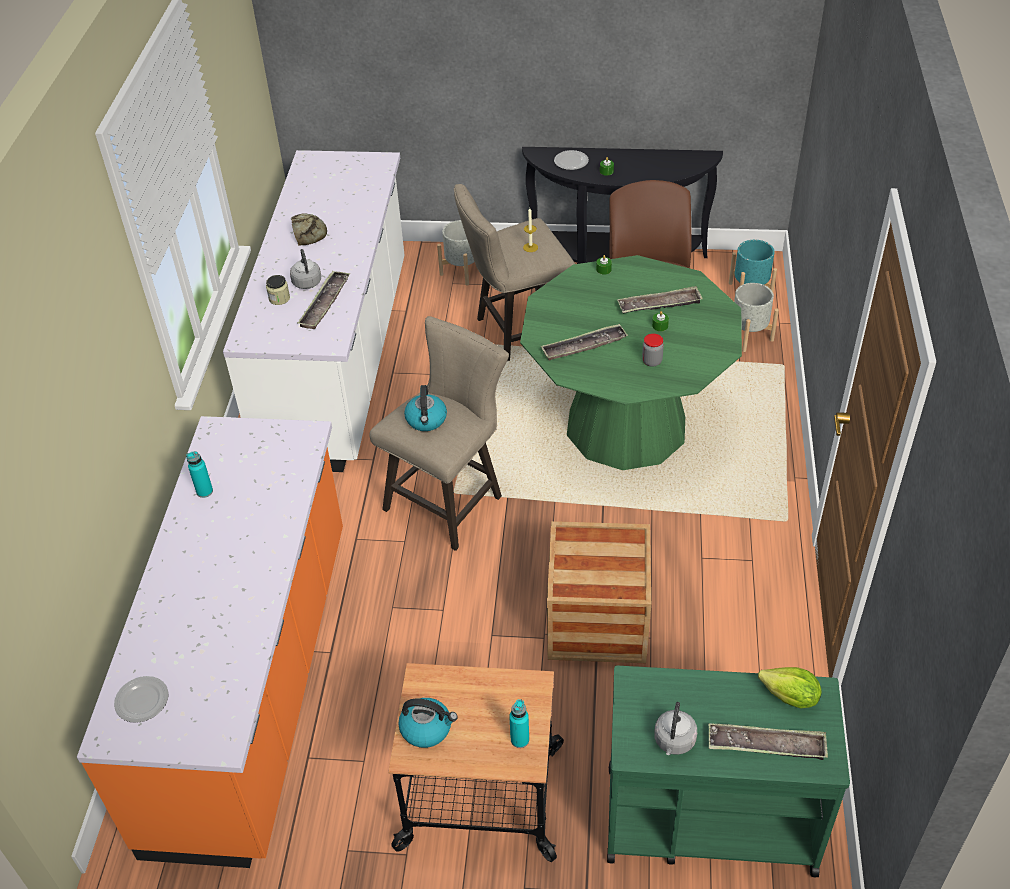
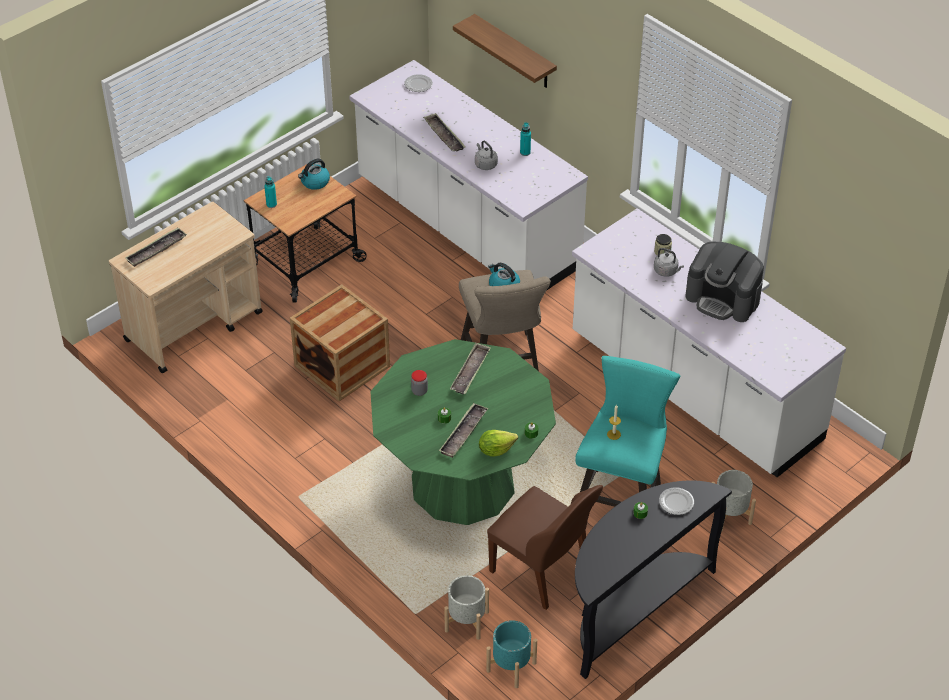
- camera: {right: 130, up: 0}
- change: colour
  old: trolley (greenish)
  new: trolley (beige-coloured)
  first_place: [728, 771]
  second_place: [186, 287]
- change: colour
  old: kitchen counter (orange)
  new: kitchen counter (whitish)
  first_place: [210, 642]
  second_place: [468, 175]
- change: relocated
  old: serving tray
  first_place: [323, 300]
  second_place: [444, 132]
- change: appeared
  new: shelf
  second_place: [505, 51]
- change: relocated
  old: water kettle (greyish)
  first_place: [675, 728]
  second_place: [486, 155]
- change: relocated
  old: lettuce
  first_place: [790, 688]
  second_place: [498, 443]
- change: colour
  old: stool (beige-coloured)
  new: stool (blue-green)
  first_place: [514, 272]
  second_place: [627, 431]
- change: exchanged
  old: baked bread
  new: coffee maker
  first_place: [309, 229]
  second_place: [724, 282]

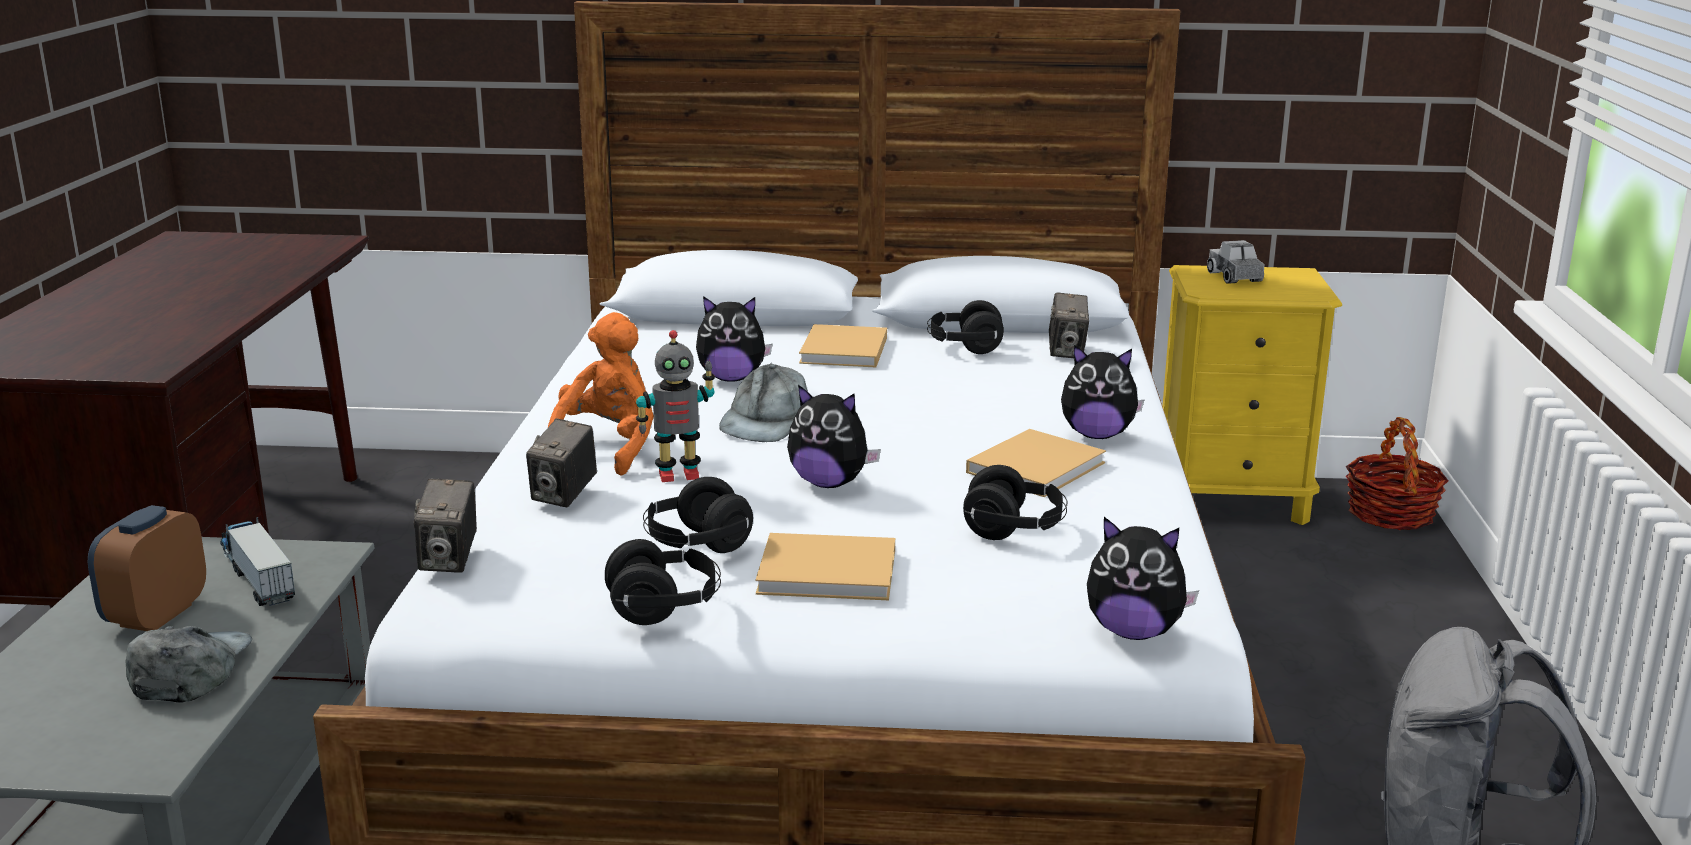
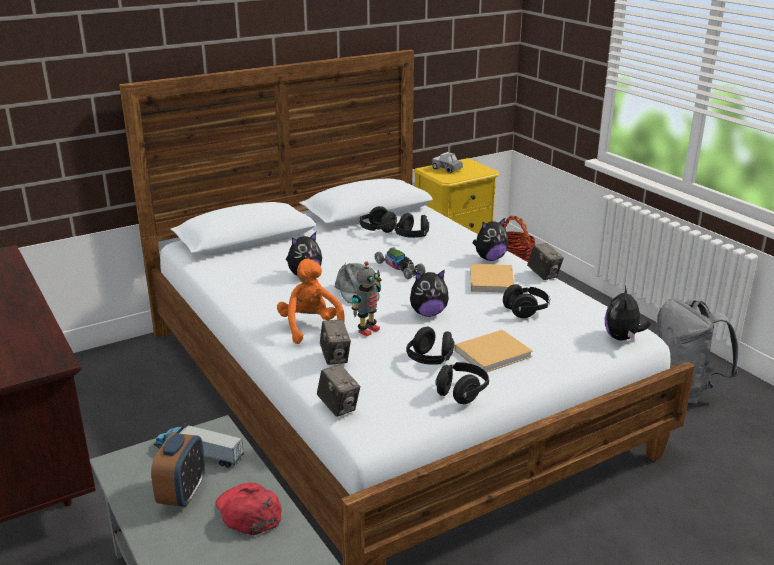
- camera: {right: -35, up: 5}
- change: spun
  old: alarm clock
  first_place: [147, 568]
  second_place: [178, 470]
  degrees: -150
- change: colour
  old: baseball cap (greyish)
  new: baseball cap (red-coloured)
  first_place: [188, 664]
  second_place: [248, 509]
- change: appeared
  new: model car
  second_place: [400, 263]
- change: appeared
  new: pair of headphones (black-coloured)
  second_place: [411, 225]
- change: relocated
  old: still camera
  first_place: [1069, 325]
  second_place: [545, 261]
- change: spun
  old: plush toy
  first_place: [1143, 578]
  second_place: [627, 313]
  degrees: 120
- change: missing
  old: book (beige-coloured)
  first_place: [843, 346]

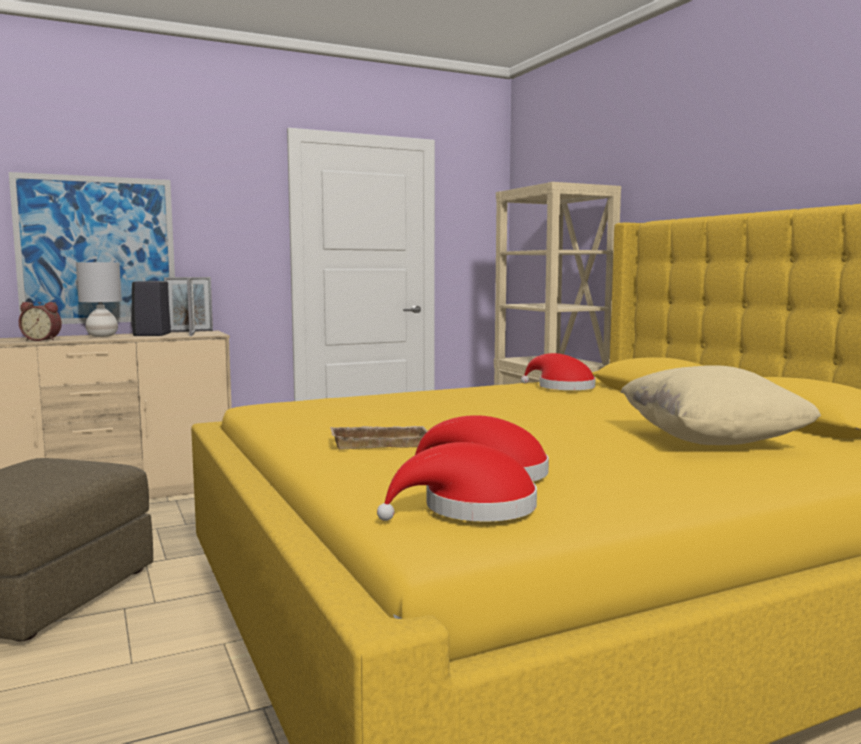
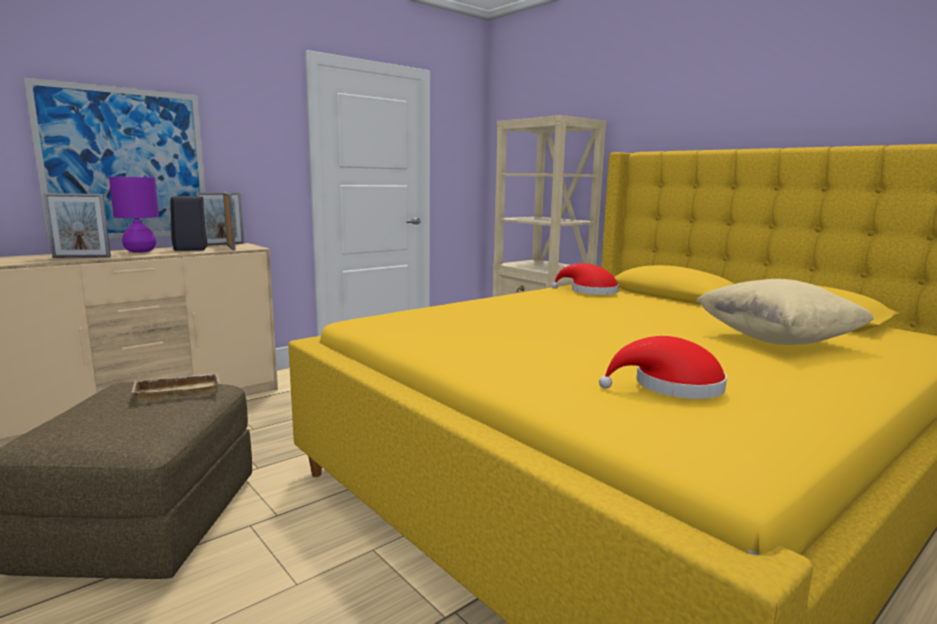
- camera: {right: -15, up: 5}
- change: exchanged
  old: alarm clock
  new: picture frame
  first_place: [40, 321]
  second_place: [77, 225]
- change: colour
  old: lamp for a table (greyish)
  new: lamp for a table (purple-coloured)
  first_place: [99, 299]
  second_place: [134, 215]
- change: relocated
  old: serving tray (beige-coloured)
  first_place: [379, 438]
  second_place: [175, 387]
- change: missing
  old: wearable hat (red-coloured)
  first_place: [457, 482]

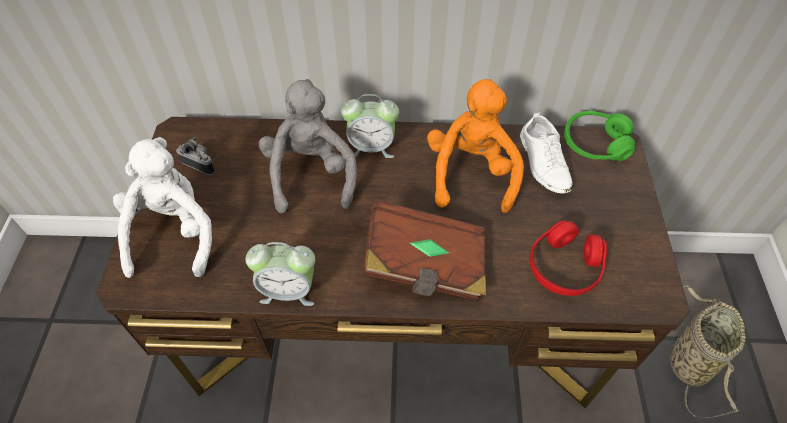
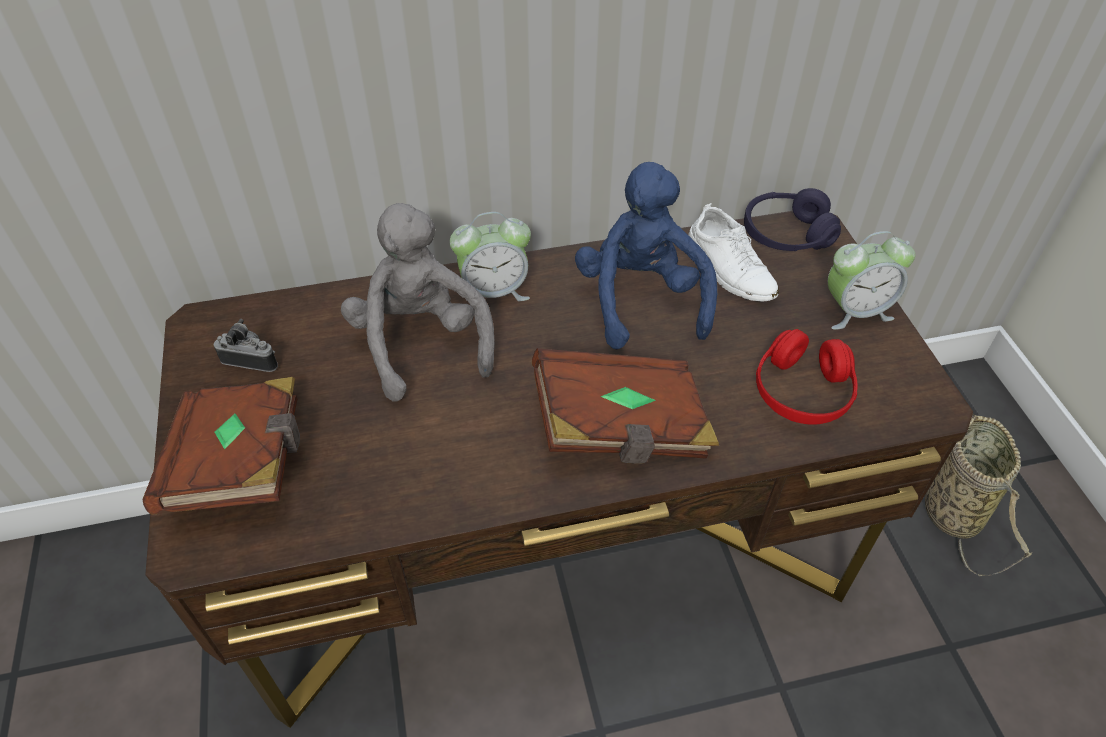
- camera: {right: -15, up: -5}
- change: exchanged
  old: plush toy (whitish)
  new: book (brown-coloured)
  first_place: [162, 207]
  second_place: [221, 446]
- change: colour
  old: plush toy (orange)
  new: plush toy (blue-coloured)
  first_place: [475, 146]
  second_place: [646, 255]
- change: colour
  old: pair of headphones (greenish)
  new: pair of headphones (purple-coloured)
  first_place: [600, 136]
  second_place: [792, 219]
- change: relocated
  old: alarm clock
  first_place: [280, 274]
  second_place: [872, 280]

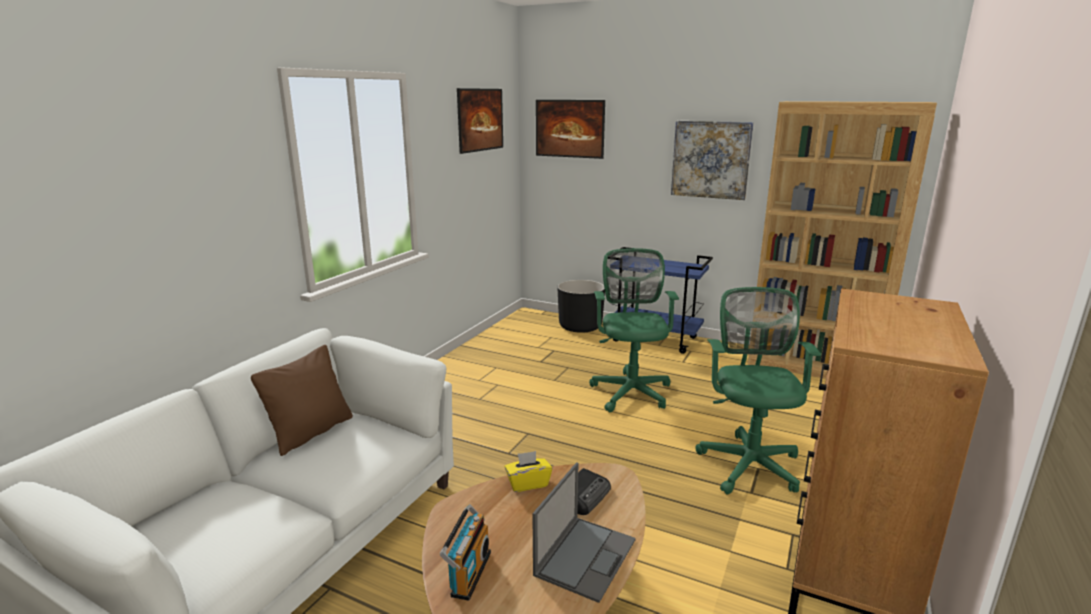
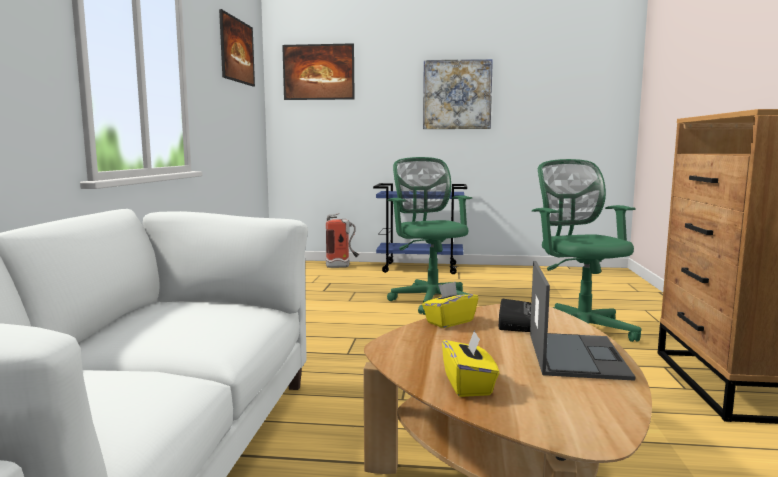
- camera: {right: -20, up: -10}
- change: exchanged
  old: planter (black-coloured)
  new: fire-fighting cylinder
  first_place: [581, 306]
  second_place: [342, 240]
- change: exchanged
  old: radio receiver
  new: box of tissues (yellowish)
  first_place: [465, 553]
  second_place: [470, 363]
- change: missing
  old: throw pillow (brown-coloured)
  first_place: [302, 400]
- change: missing
  old: bookshelf (brown-coloured)
  first_place: [842, 240]

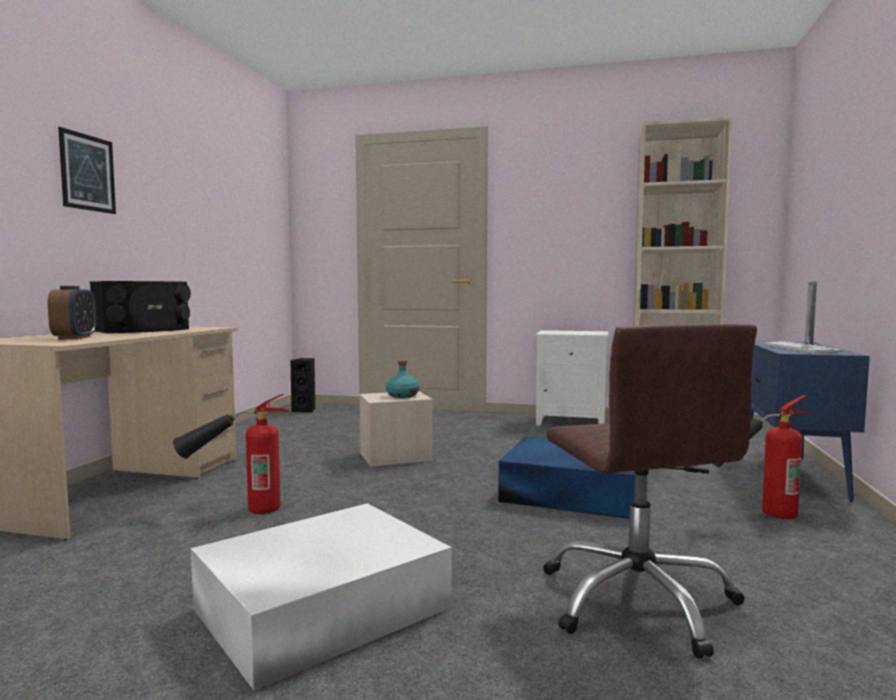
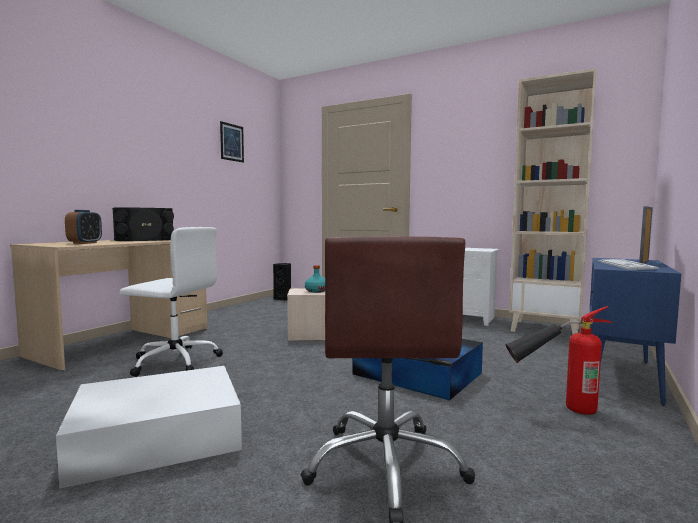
- camera: {right: 15, up: 0}
- change: exchanged
  old: fire-fighting cylinder
  new: desk chair (whitish)
  first_place: [231, 454]
  second_place: [171, 302]
- change: relocated
  old: picture
  first_place: [87, 170]
  second_place: [232, 142]

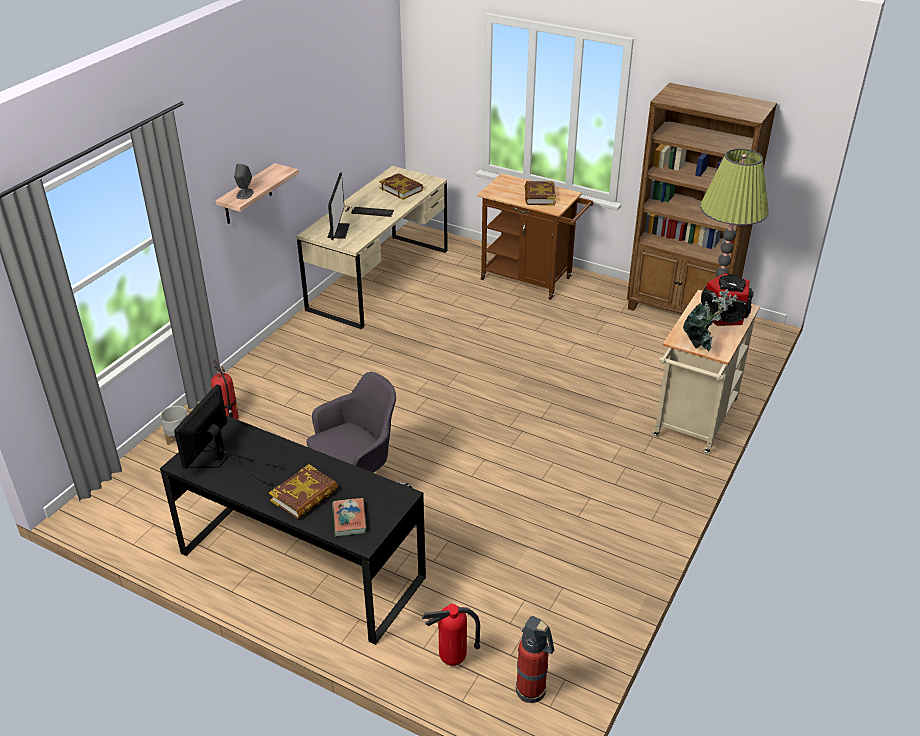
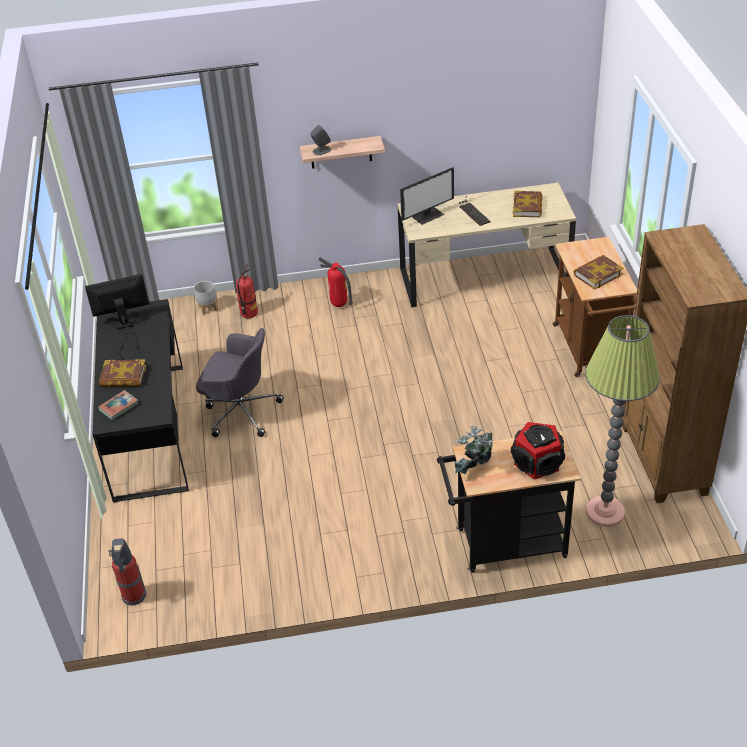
- camera: {right: 55, up: 5}
- change: relocated
  old: fire-fighting cylinder
  first_place: [451, 635]
  second_place: [335, 282]
- change: colour
  old: trolley (beige-coloured)
  new: trolley (black-coloured)
  first_place: [706, 372]
  second_place: [509, 502]

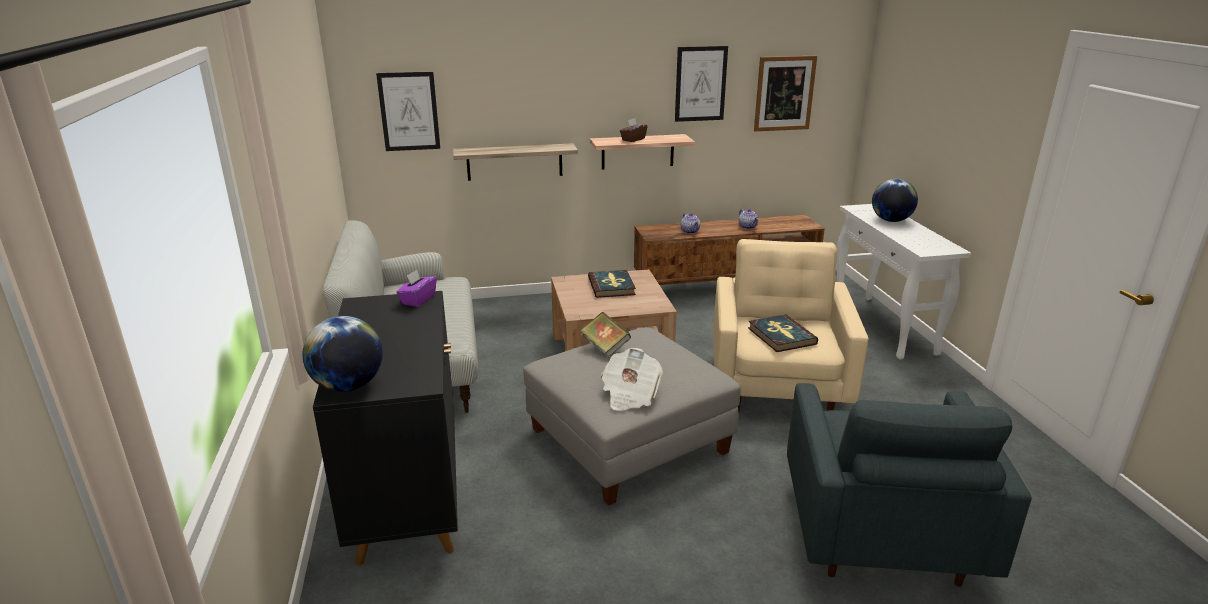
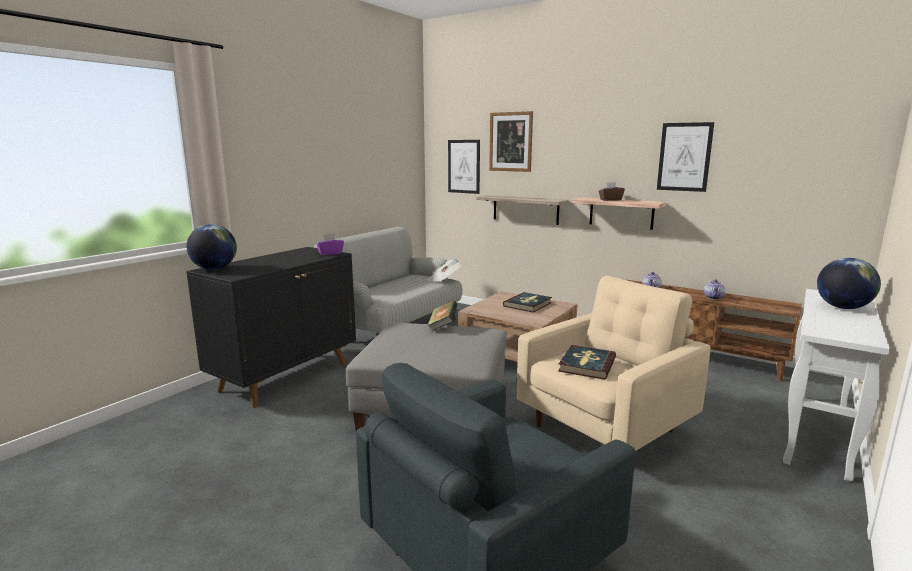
- camera: {right: 45, up: -10}
- change: relocated
  old: newspaper
  first_place: [632, 379]
  second_place: [444, 270]
- change: relocated
  old: picture
  first_place: [785, 93]
  second_place: [511, 141]

